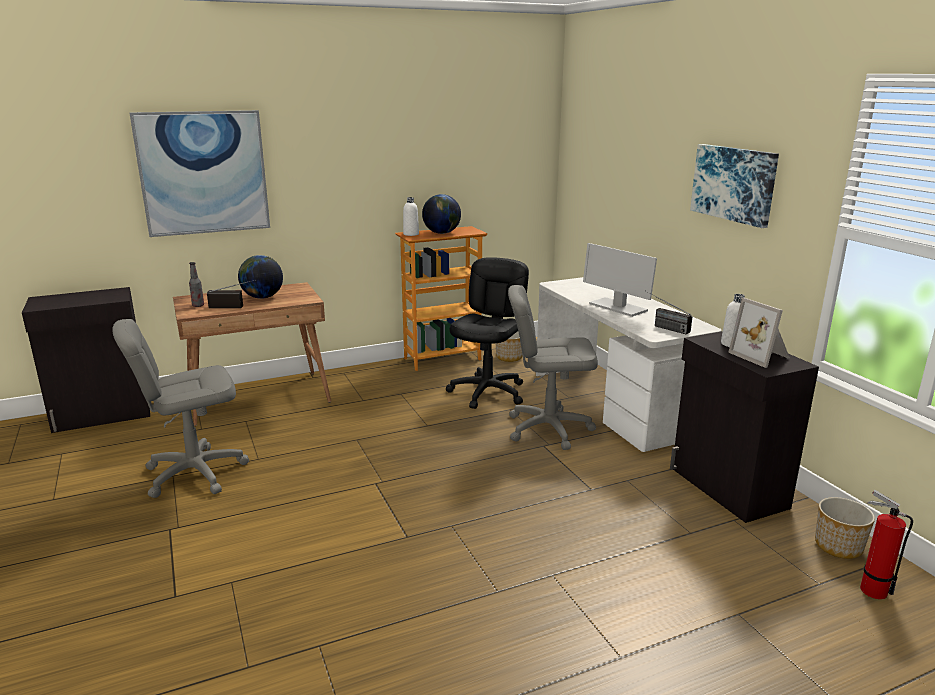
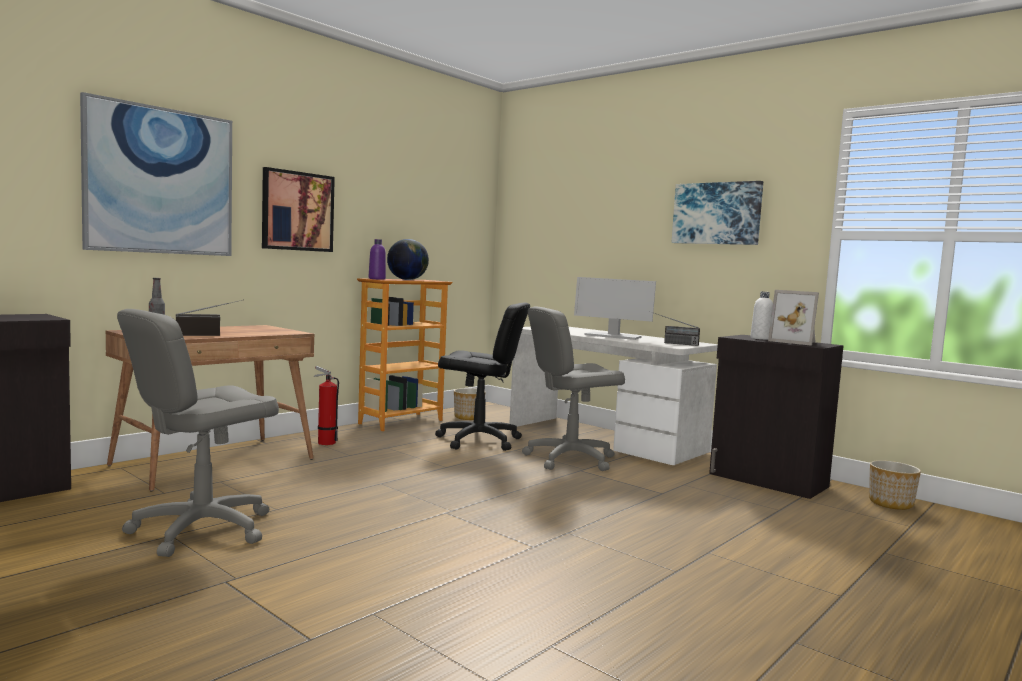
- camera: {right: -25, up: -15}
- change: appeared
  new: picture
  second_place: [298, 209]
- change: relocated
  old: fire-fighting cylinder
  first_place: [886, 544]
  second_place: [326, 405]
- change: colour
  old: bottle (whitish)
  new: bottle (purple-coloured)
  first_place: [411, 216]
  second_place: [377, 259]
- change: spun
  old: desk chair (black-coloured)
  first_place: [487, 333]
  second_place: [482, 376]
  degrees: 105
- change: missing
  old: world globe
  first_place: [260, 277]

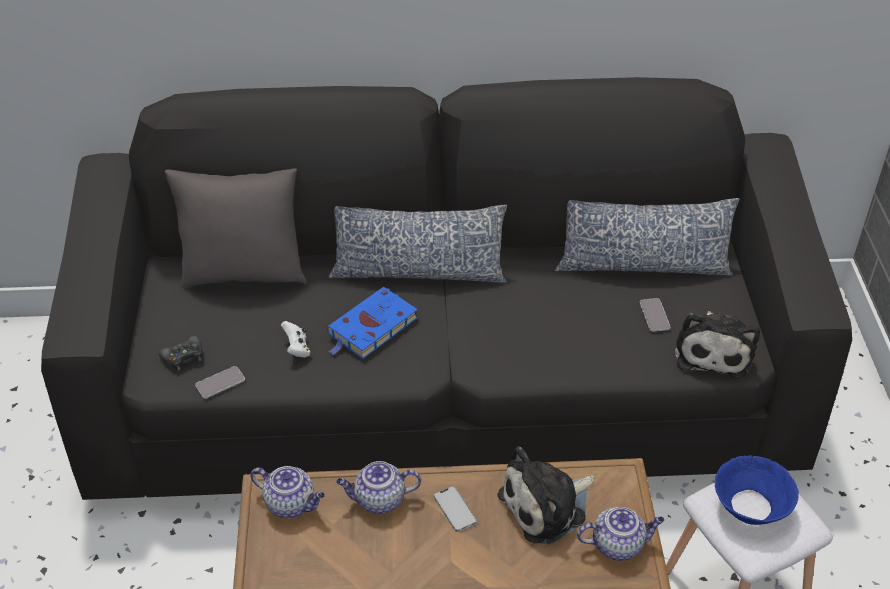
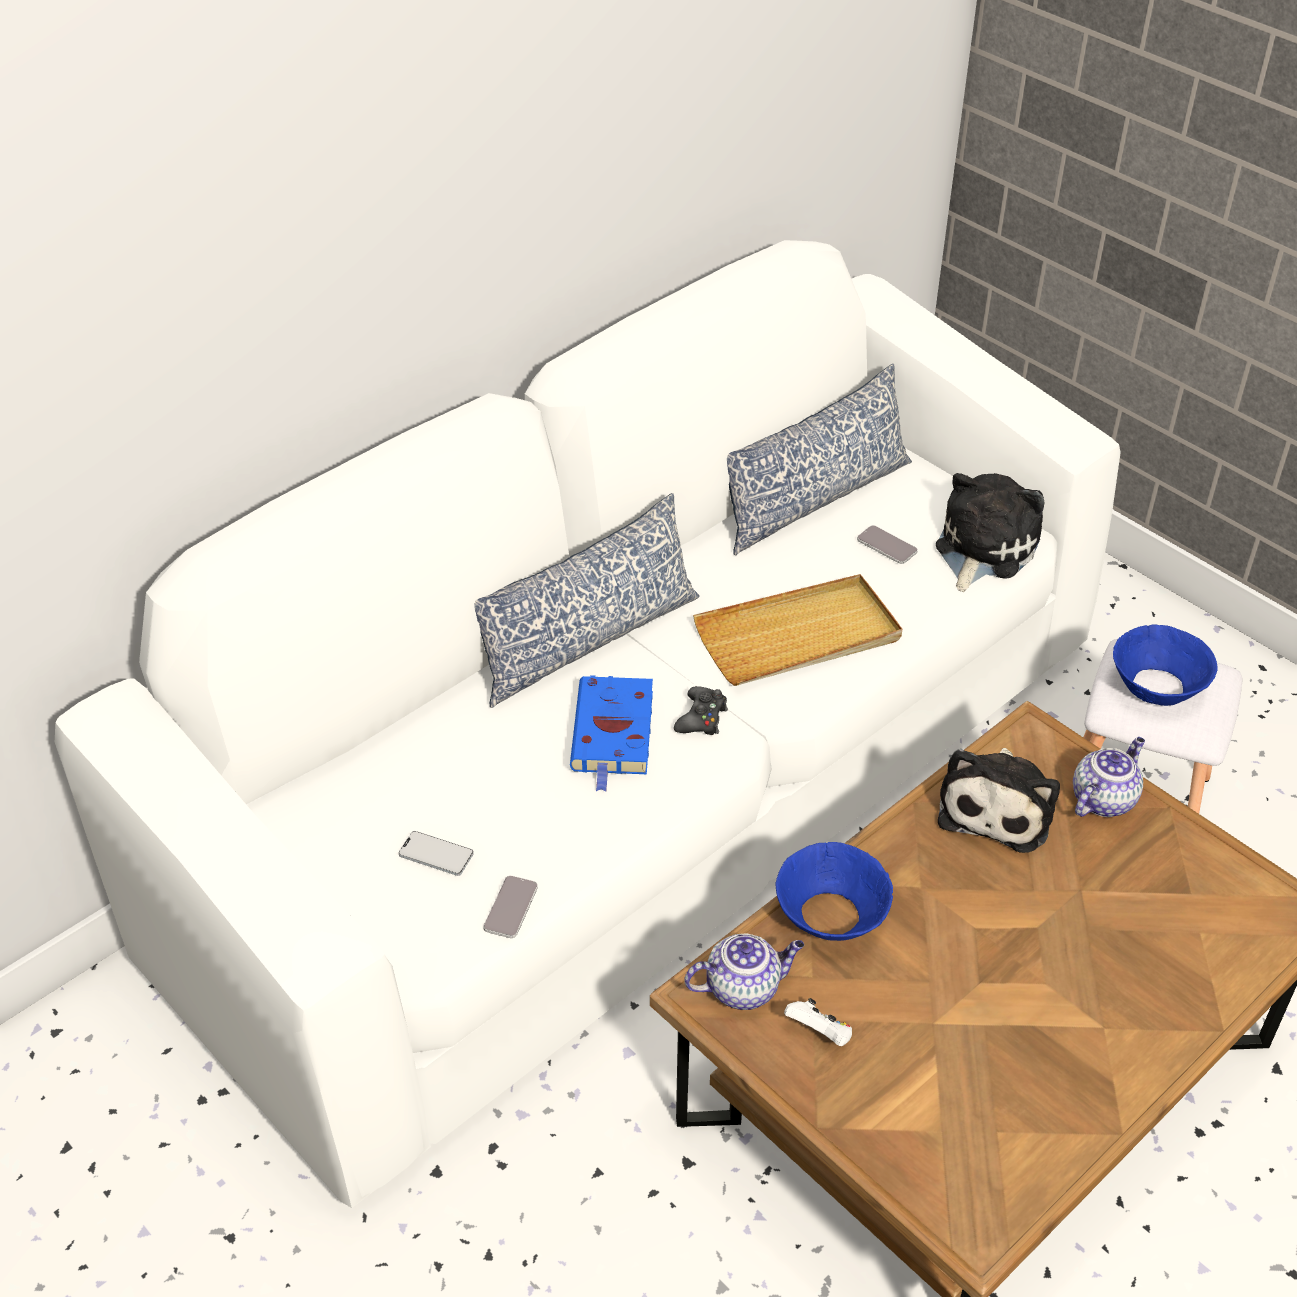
- camera: {right: -40, up: 0}
- change: colour
  old: settee (black-coloured)
  new: settee (whitish)
  first_place: [446, 288]
  second_place: [588, 724]
- change: relocated
  old: phone
  first_place: [455, 509]
  second_place: [436, 853]
- change: relocated
  old: joypad (black-coloured)
  first_place: [180, 353]
  second_place: [701, 710]
- change: appeared
  new: serving tray (beige-coloured)
  second_place: [797, 630]
- change: exchanged
  old: pot for tea
  new: deep dish (blue-coloured)
  first_place: [378, 487]
  second_place: [834, 891]
- change: relocated
  old: joypad (whitish)
  first_place: [295, 339]
  second_place: [818, 1022]
- change: spun
  old: plush toy
  first_place: [717, 345]
  second_place: [990, 532]
  degrees: -120
- change: missing
  old: throw pillow (greyish)
  first_place: [236, 228]

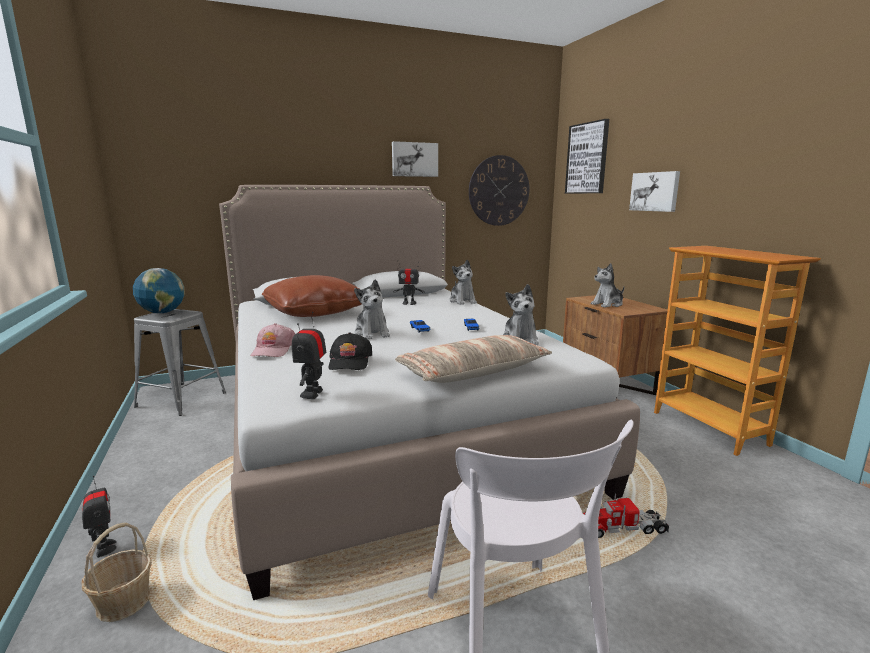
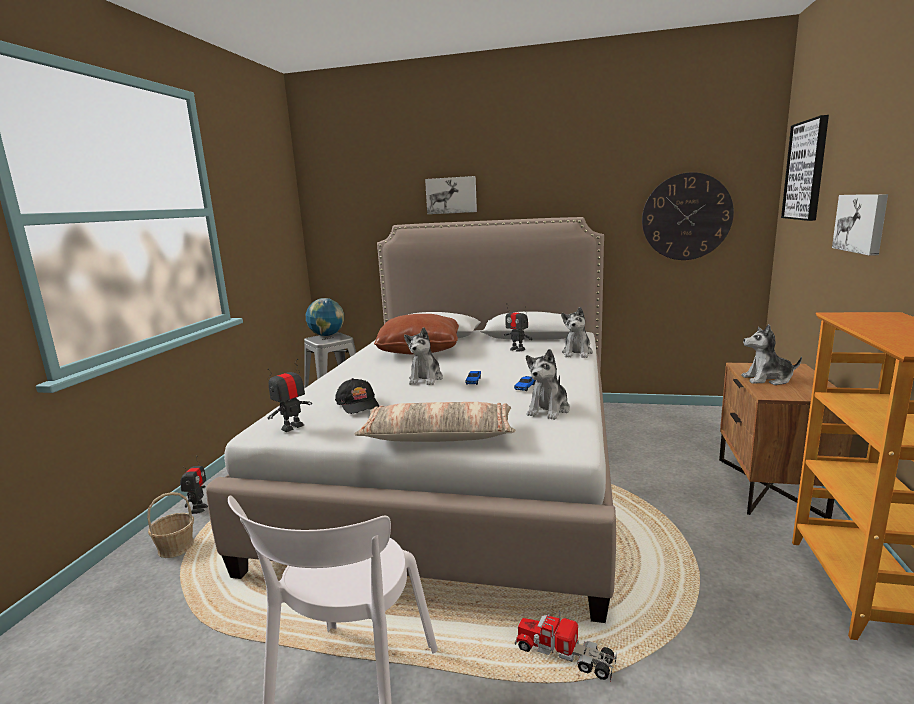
- camera: {right: 35, up: 0}
- change: spun
  old: baseball cap (black-coloured)
  first_place: [350, 351]
  second_place: [357, 396]
  degrees: -60
- change: relocated
  old: picture
  first_place: [415, 159]
  second_place: [451, 195]
- change: missing
  old: baseball cap (pinkish)
  first_place: [272, 340]

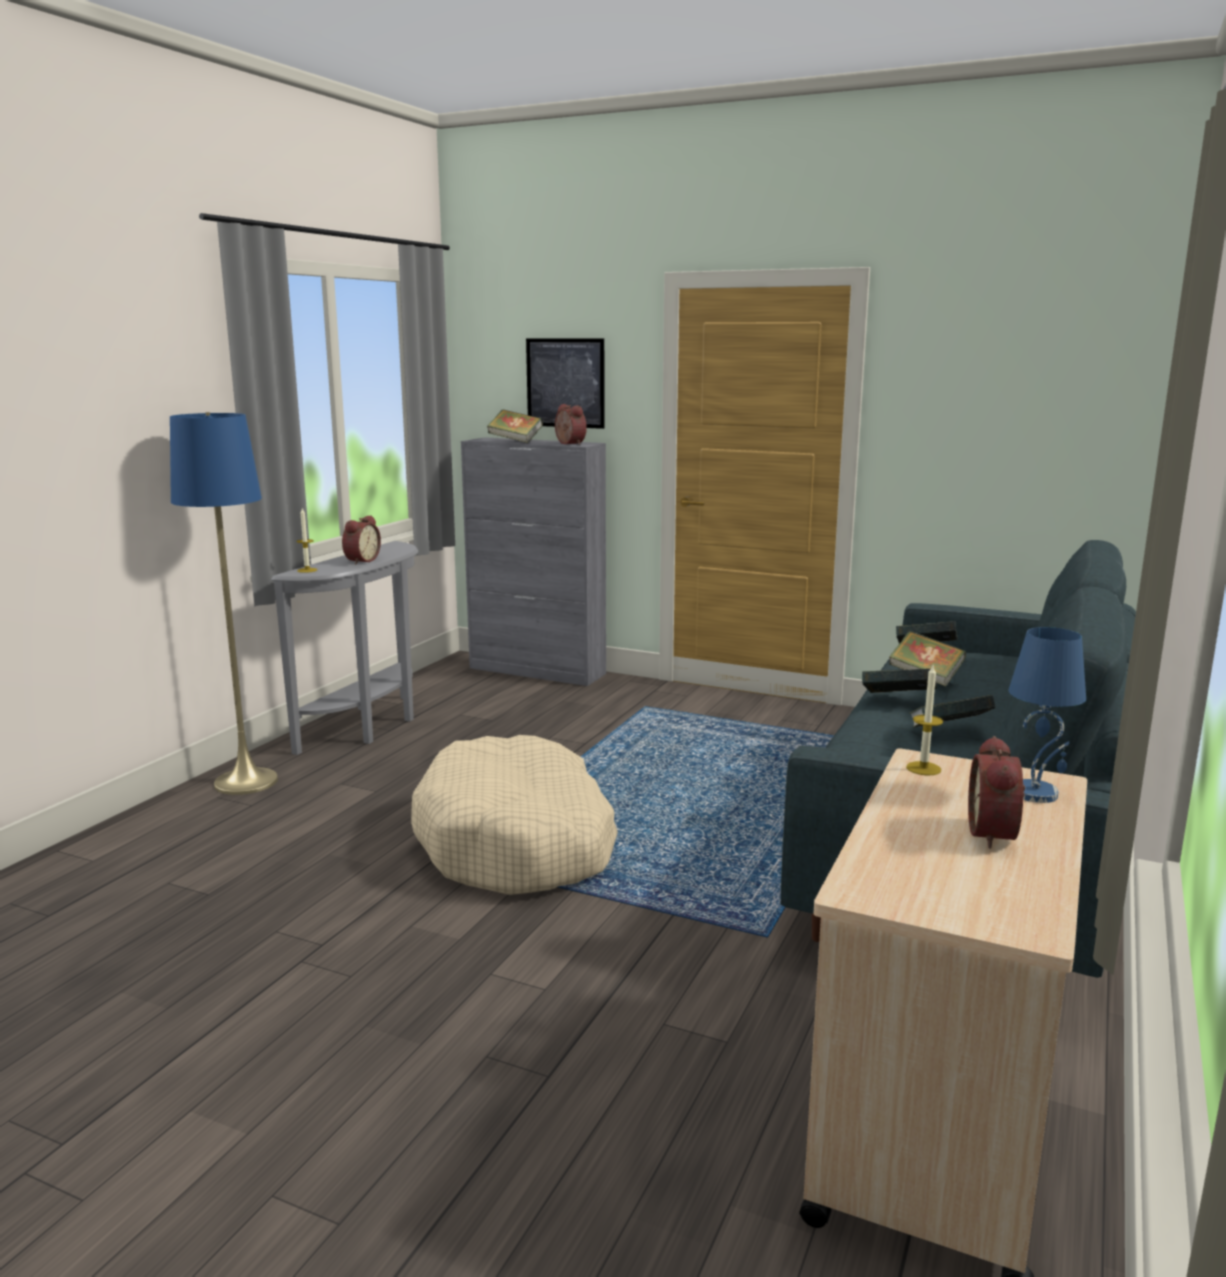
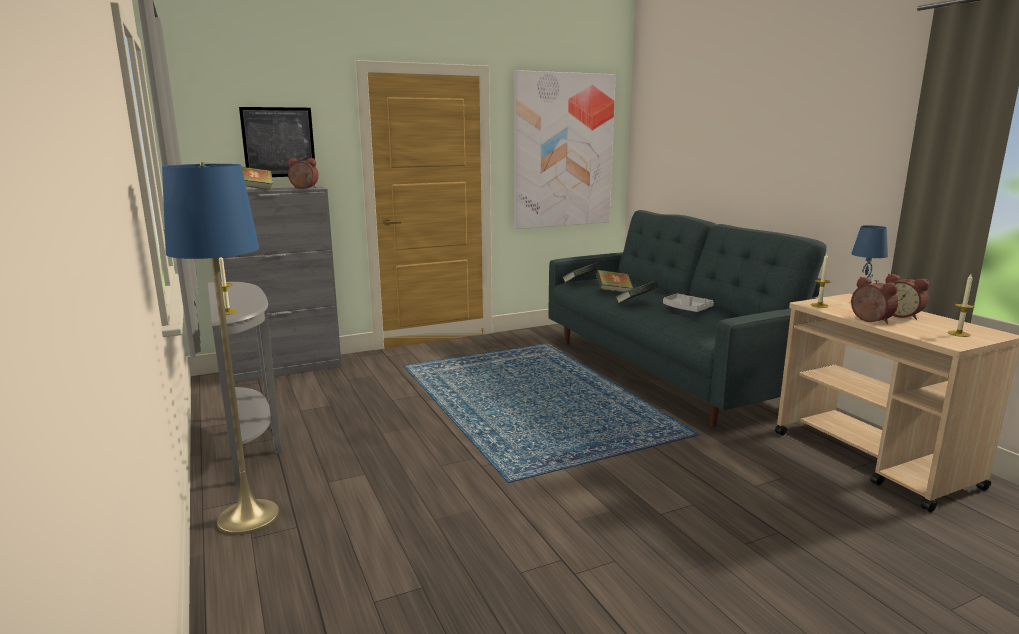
- camera: {right: -50, up: 0}
- change: appeared
  new: picture
  second_place: [565, 149]
- change: exchanged
  old: book
  new: serving tray (greyish)
  first_place: [952, 711]
  second_place: [688, 302]
- change: relocated
  old: alarm clock
  first_place: [361, 540]
  second_place: [874, 300]
- change: appeared
  new: wax light
  second_place: [961, 305]
- change: missing
  old: dog cushion (beige-coloured)
  first_place: [514, 815]

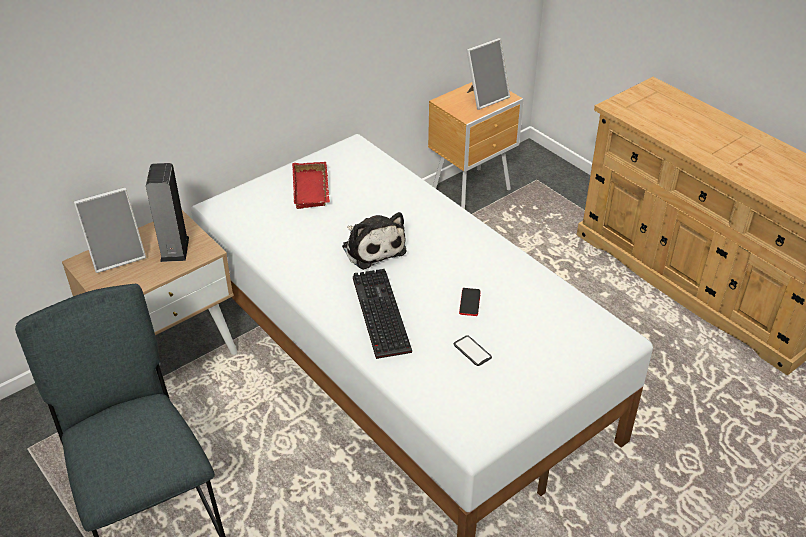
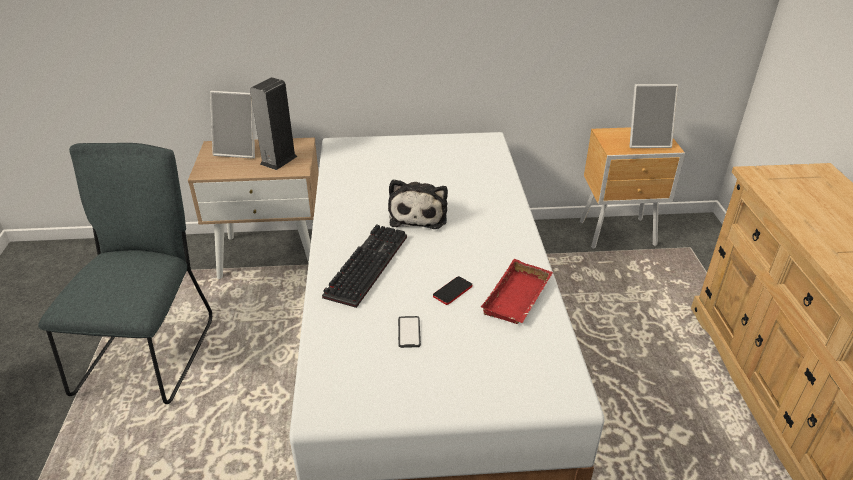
- camera: {right: 35, up: -5}
- change: relocated
  old: serving tray (red-coloured)
  first_place: [311, 185]
  second_place: [517, 291]

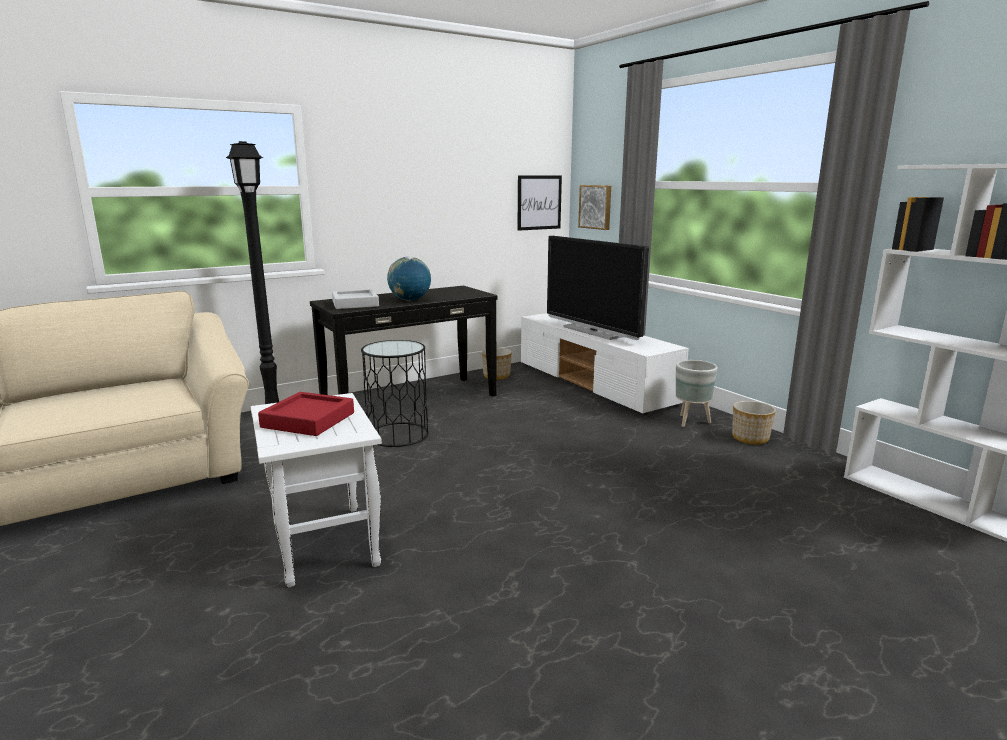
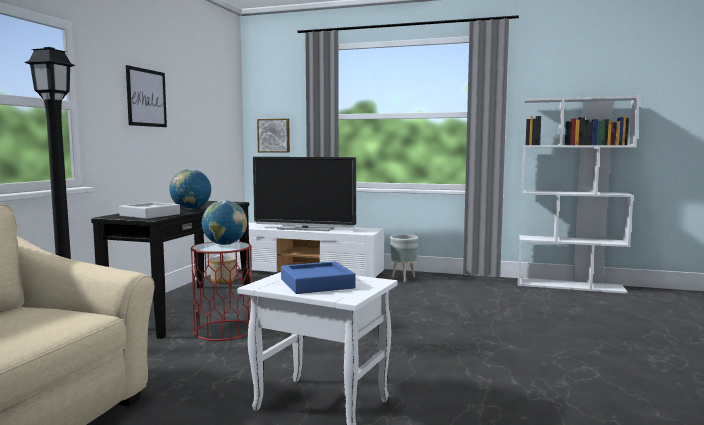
- camera: {right: -40, up: -10}
- change: relocated
  old: picture
  first_place: [539, 203]
  second_place: [146, 96]
- change: colour
  old: end table (black-coloured)
  new: end table (red-coloured)
  first_place: [395, 393]
  second_place: [221, 291]
- change: appeared
  new: world globe
  second_place: [224, 222]
- change: colour
  old: serving tray (red-coloured)
  new: serving tray (blue-coloured)
  first_place: [306, 414]
  second_place: [318, 277]
- change: missing
  old: planter
  first_place: [754, 423]

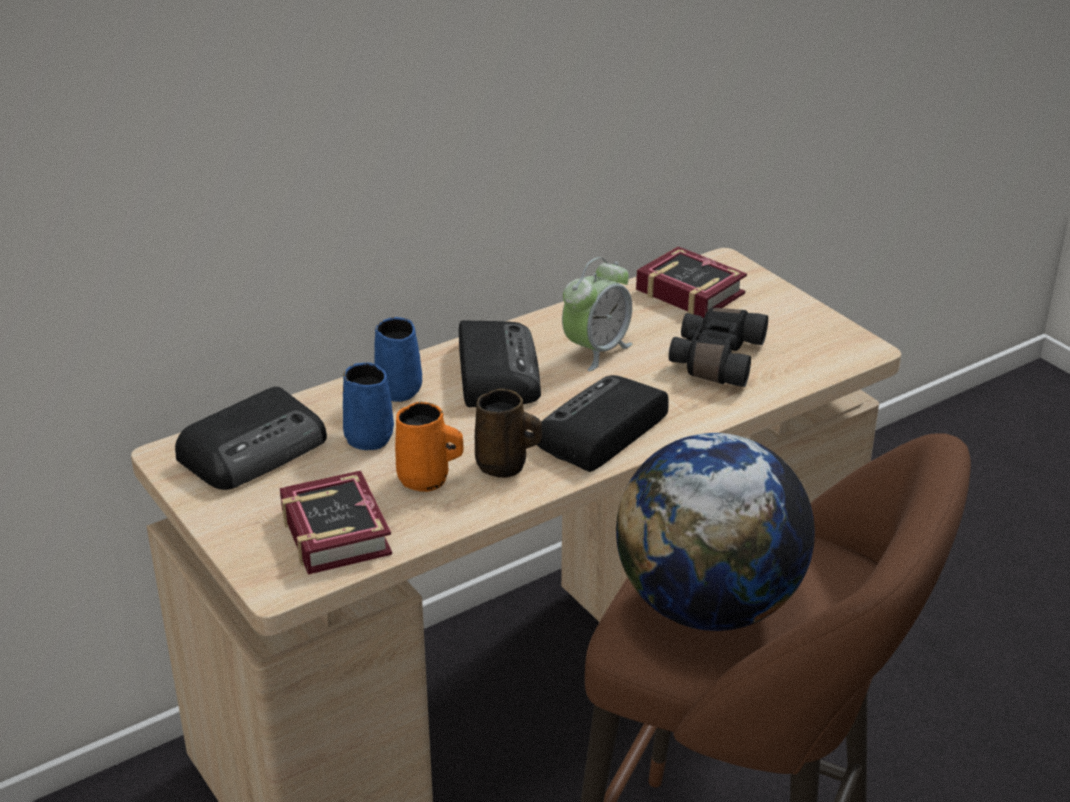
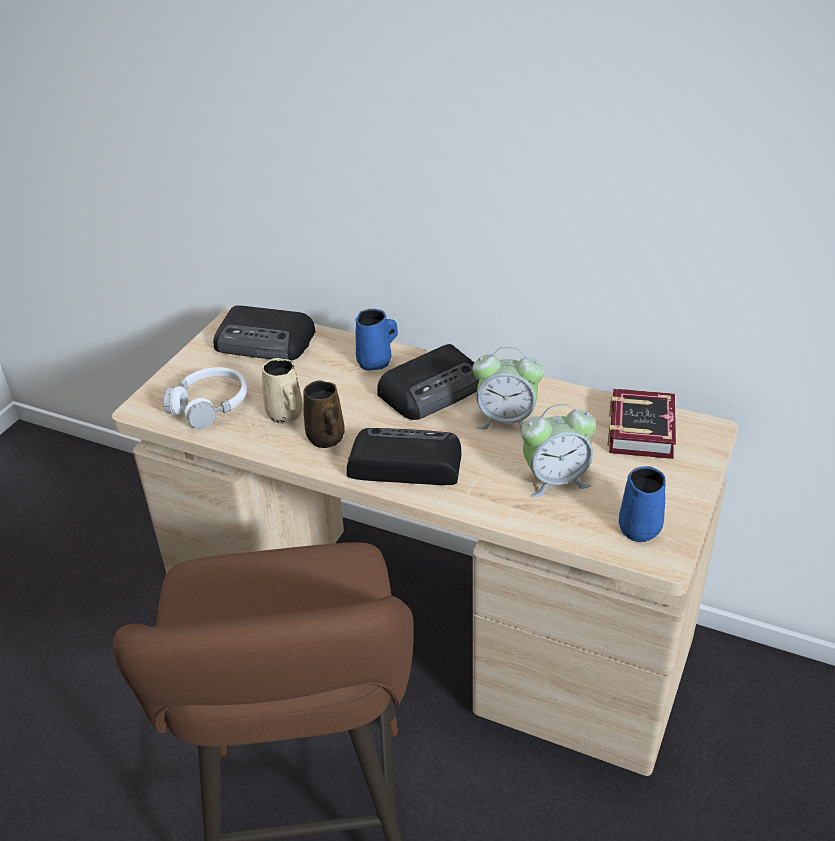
- camera: {right: 60, up: 5}
- change: exchanged
  old: book
  new: pair of headphones (whitish)
  first_place: [336, 522]
  second_place: [205, 397]
- change: colour
  old: tea mug (orange)
  new: tea mug (beige-coloured)
  first_place: [429, 447]
  second_place: [282, 390]
- change: exchanged
  old: field glasses (black-coloured)
  new: alarm clock
  first_place: [718, 347]
  second_place: [558, 450]
- change: relocated
  old: tea mug (blue-coloured)
  first_place: [368, 406]
  second_place: [642, 504]
- change: missing
  old: world globe
  first_place: [715, 532]

